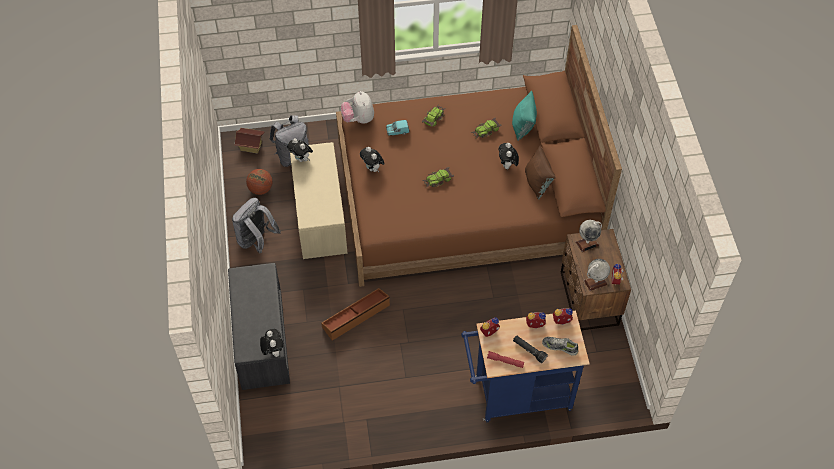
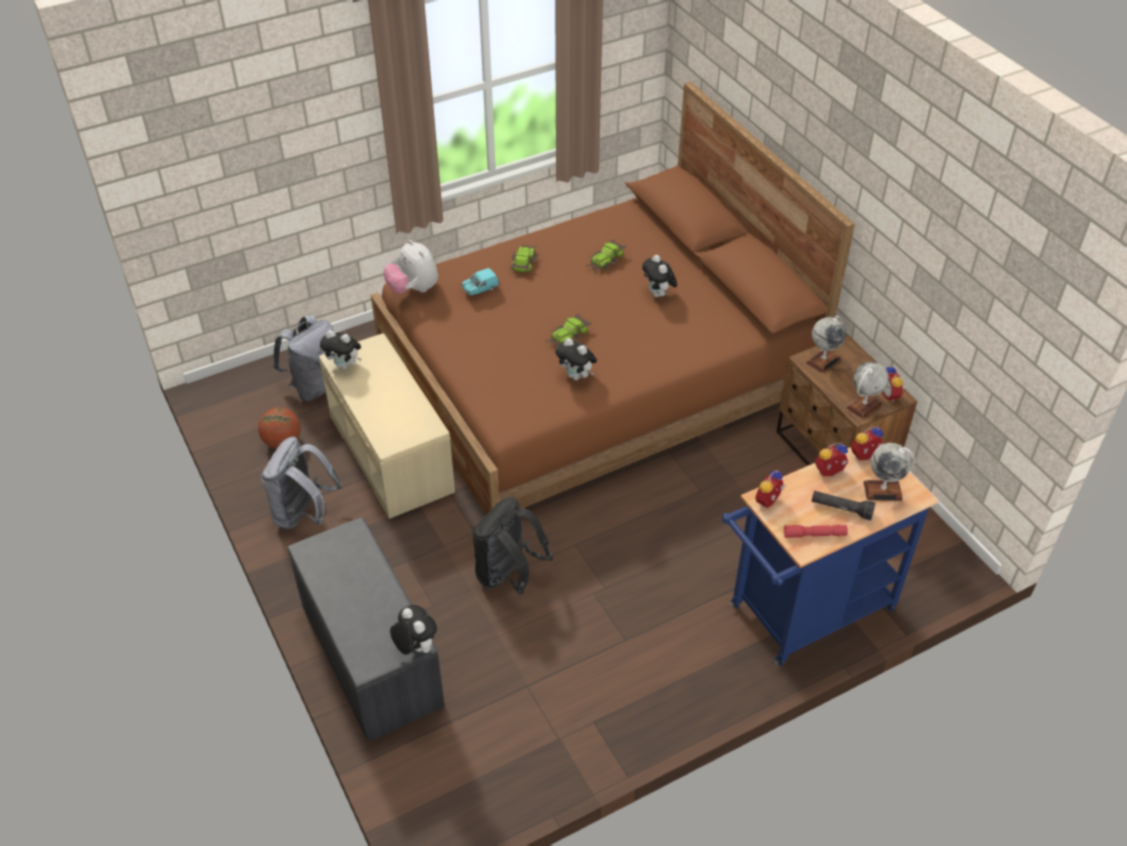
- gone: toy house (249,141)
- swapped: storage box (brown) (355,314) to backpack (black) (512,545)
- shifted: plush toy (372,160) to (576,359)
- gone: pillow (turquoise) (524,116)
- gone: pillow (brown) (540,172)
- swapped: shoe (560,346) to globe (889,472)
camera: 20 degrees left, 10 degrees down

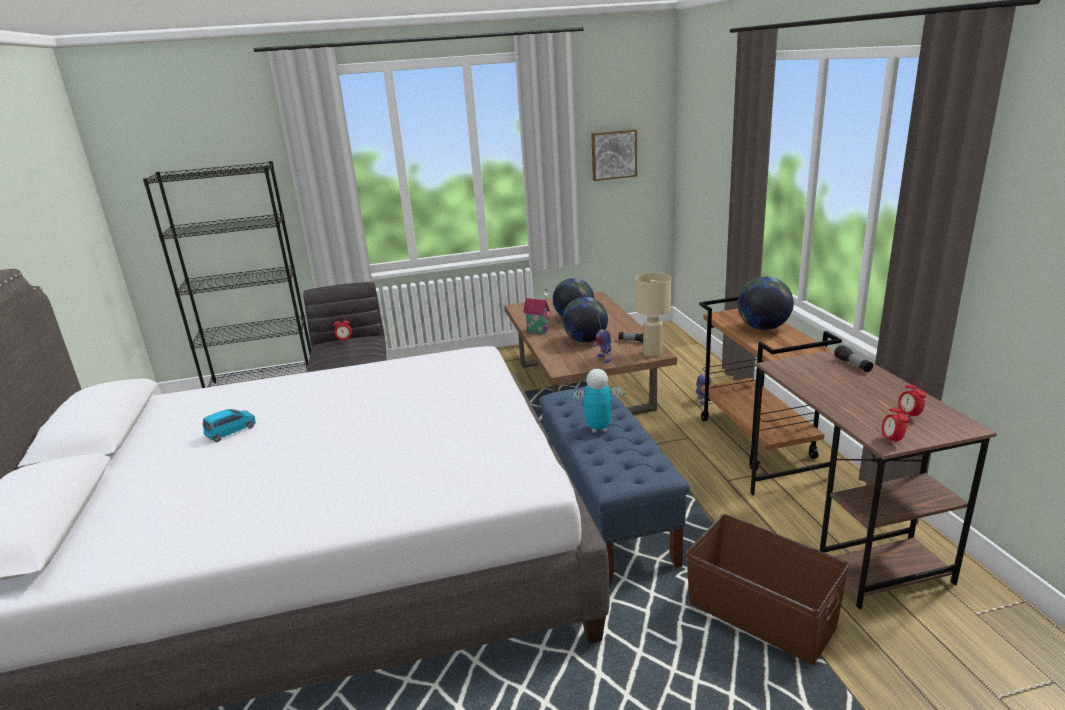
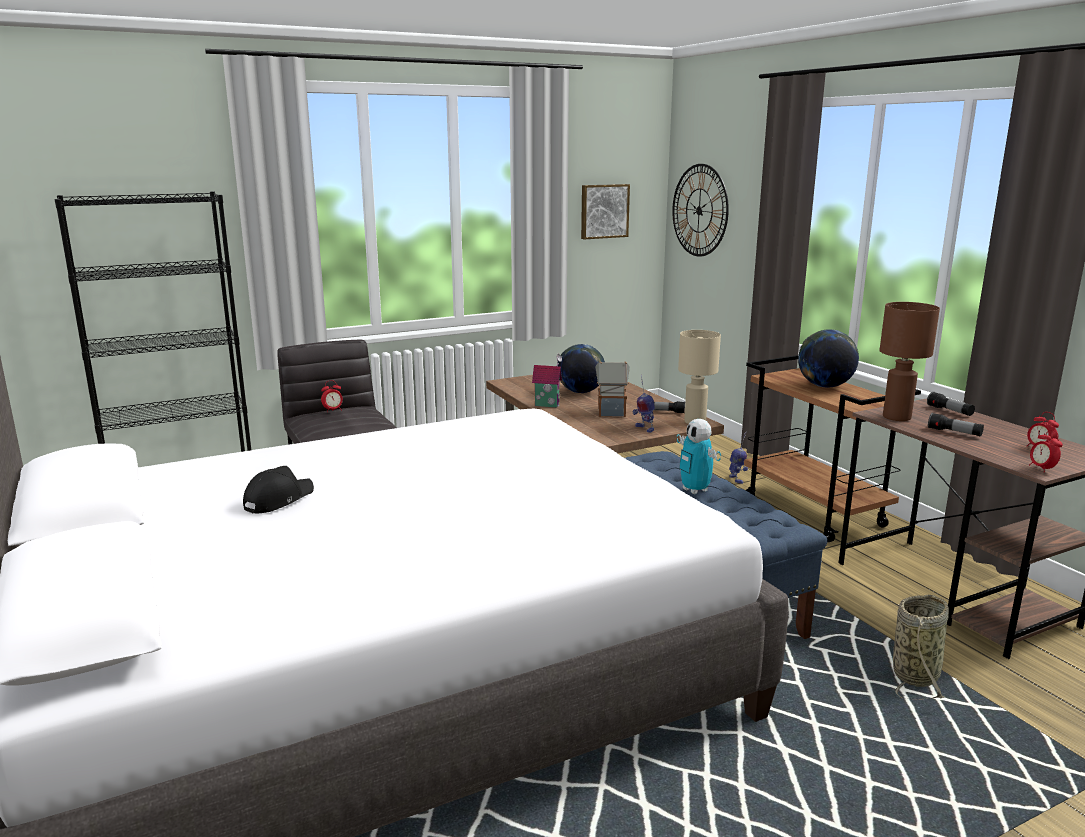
- swapped: toy car (blue) (229,425) to cap (black) (278,490)
- swapped: globe (585,320) to toy house (612,389)
- rotated: toy robot (597,400) = (699,456) 105 degrees counterclockwise
- swapped: storage box (brown) (768,589) to basket (921,647)
- new: wall clock (700,210)
- new: table lamp (brown) (909,361)
- new: flashlight (956,424)
camera: 15 degrees left, 5 degrees down

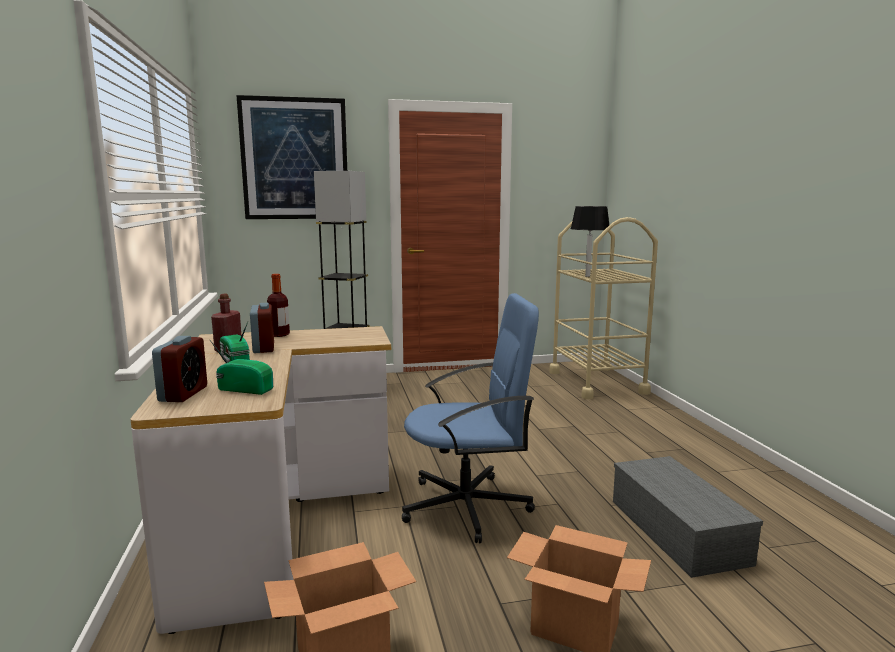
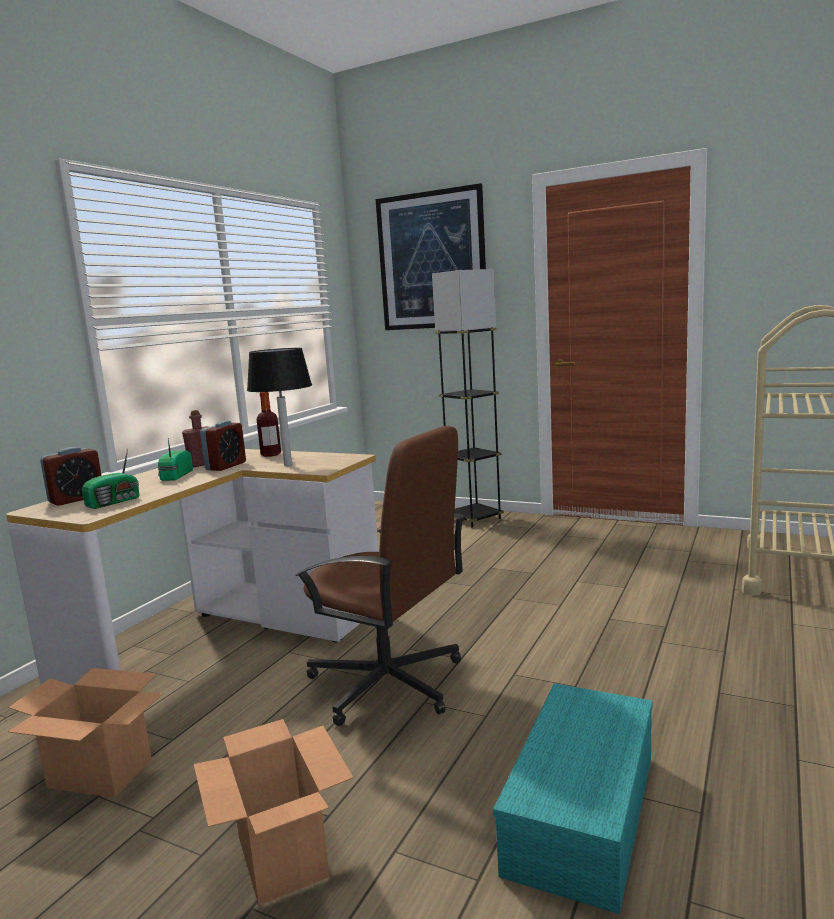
- rotated: radio (241,367) = (110,479) 75 degrees clockwise
- repainted: office chair (blue) (470,418) to office chair (brown) (379,576)
- shifted: table lamp (black) (590,241) to (279,407)
- repainted: storage box (grey) (688,517) to storage box (turquoise) (573,798)
camera: 40 degrees right, 0 degrees up

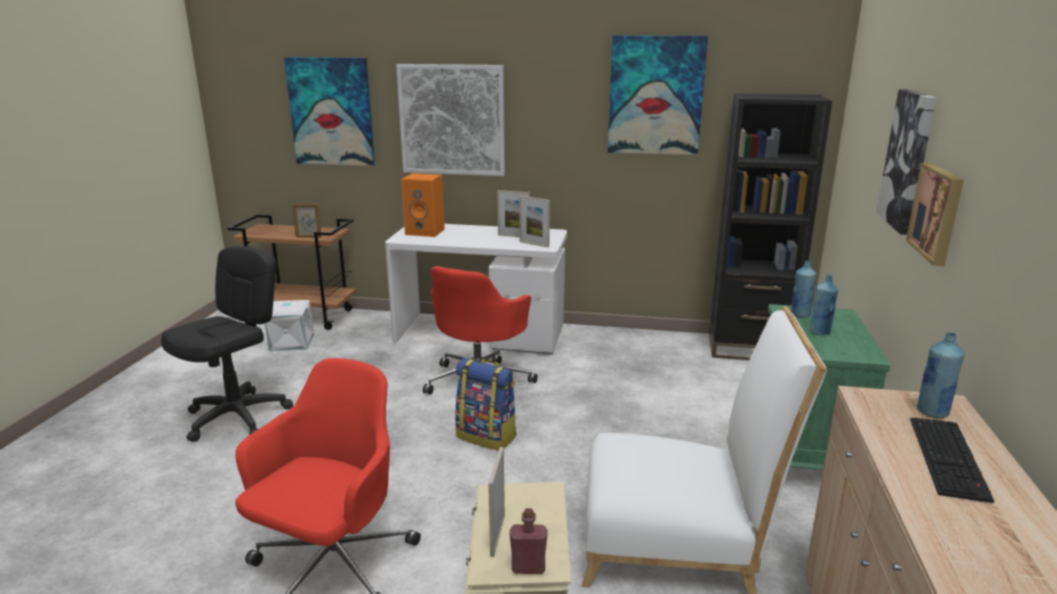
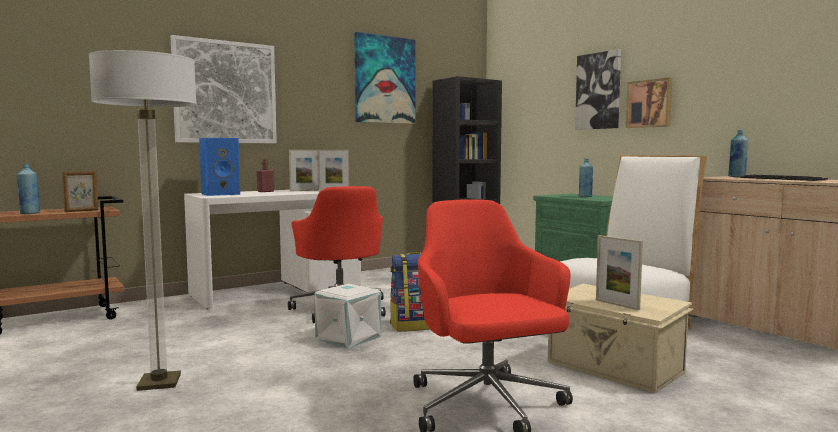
- swapped: office chair (black) (227,344) to floor lamp (143,220)
- shifted: storage box (white) (289,325) to (347,316)
- gone: picture (329,111)
- repainted: speaker (orange) (423,205) to speaker (blue) (219,167)
- shifted: bottle (red) (529,541) to (265,175)
- shifted: bottle (blue) (804,289) to (28,189)
camera: 45 degrees left, 15 degrees down

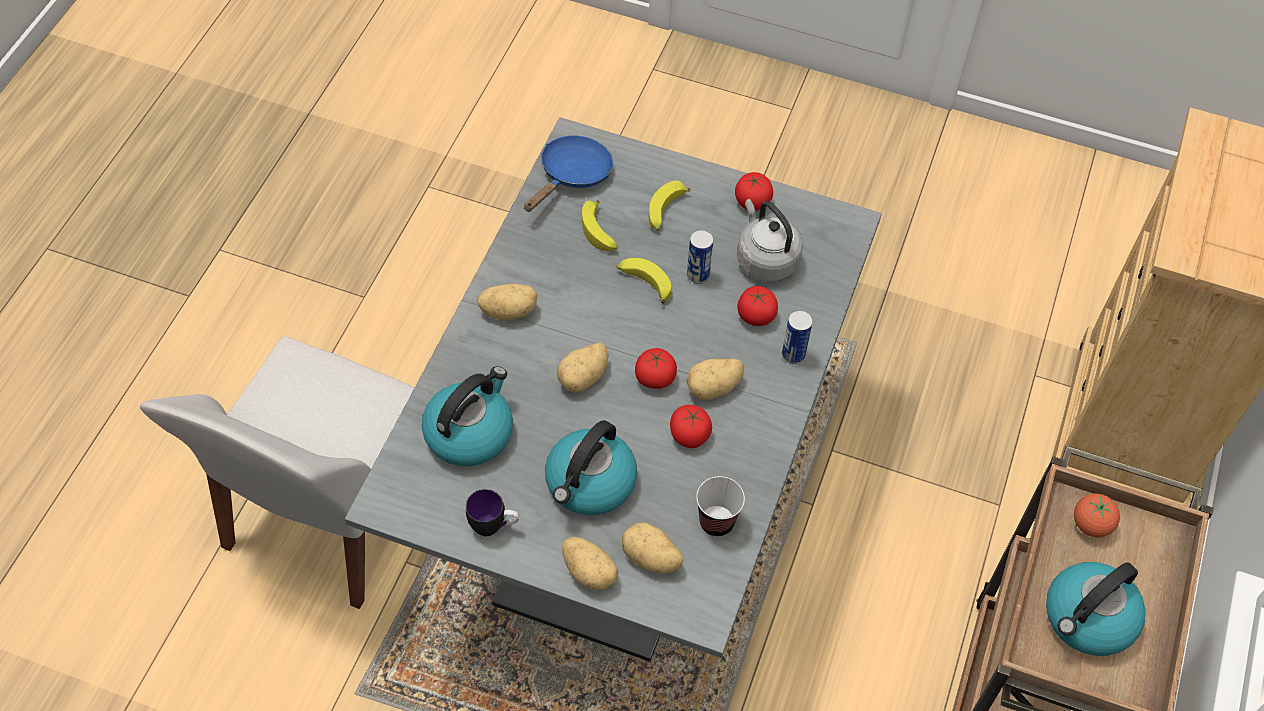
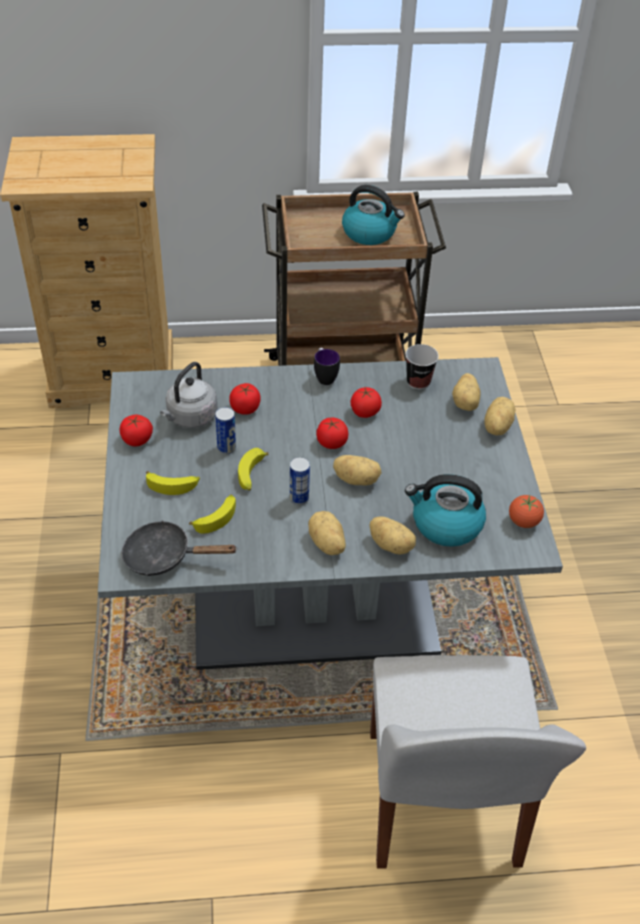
- rotated: chair (white) (277,472) = (478,762) 90 degrees clockwise
- shifted: mug (492,512) to (327,366)
- repainted: frying pan (blue) (568,174) to frying pan (black) (179,548)
- gone: kettle (591,467)
- shifted: potato (715,379) to (392,535)
- shifted: can (797,337) to (300,481)
- shifted: tomato (1097,516) to (526,511)
camera: 115 degrees left, 10 degrees down

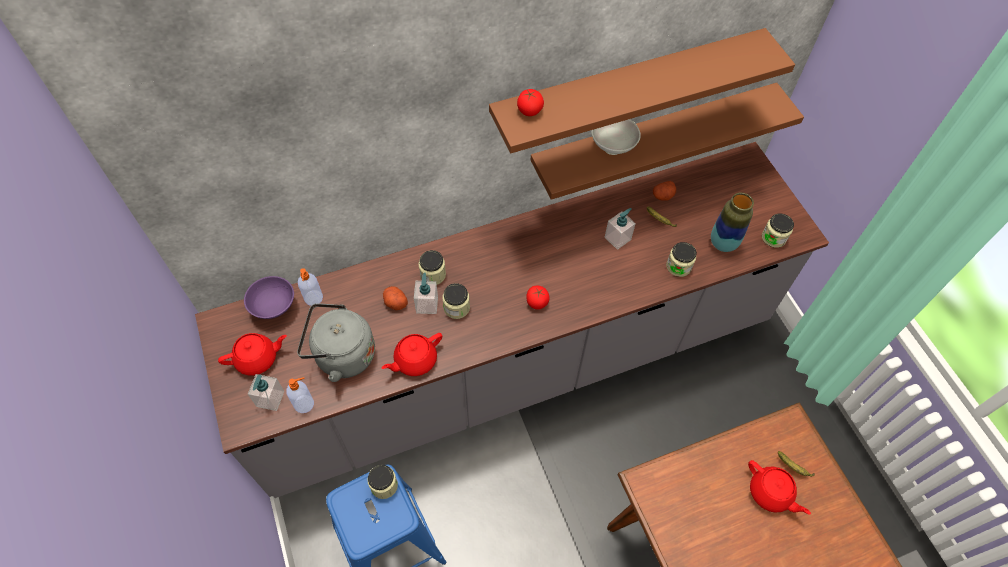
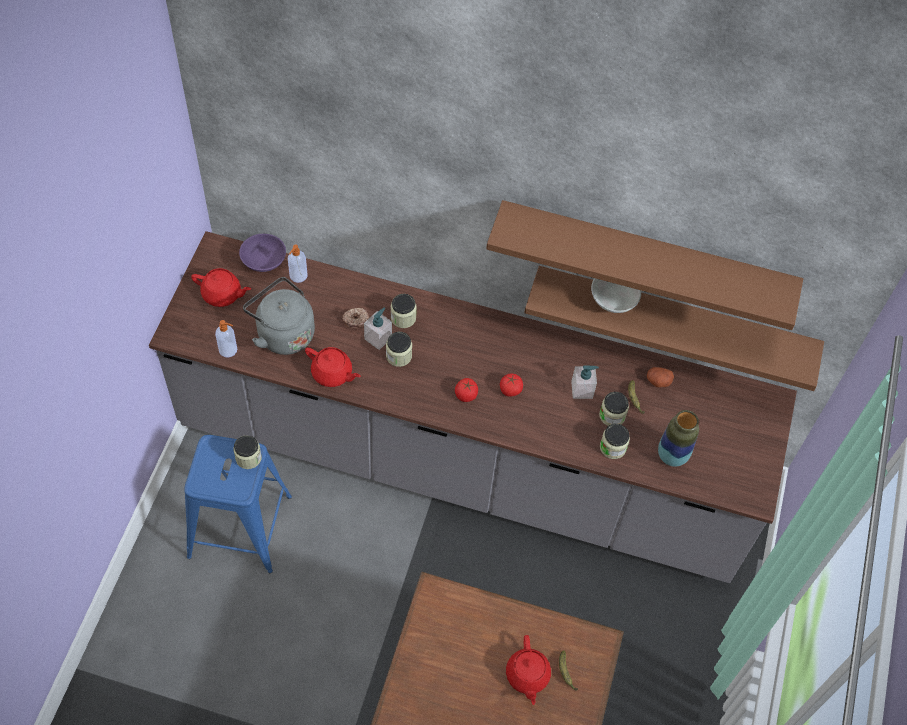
- gone: soap dispenser (266,392)
- rotated: teapot (red) (411,354) = (333,367) 150 degrees counterclockwise
- swapped: potato (395,298) to donut (355,318)
- shifted: tomato (530,102) to (511,385)
- shifted: jar (778,231) to (614,409)
camera: 35 degrees right, 0 degrees up

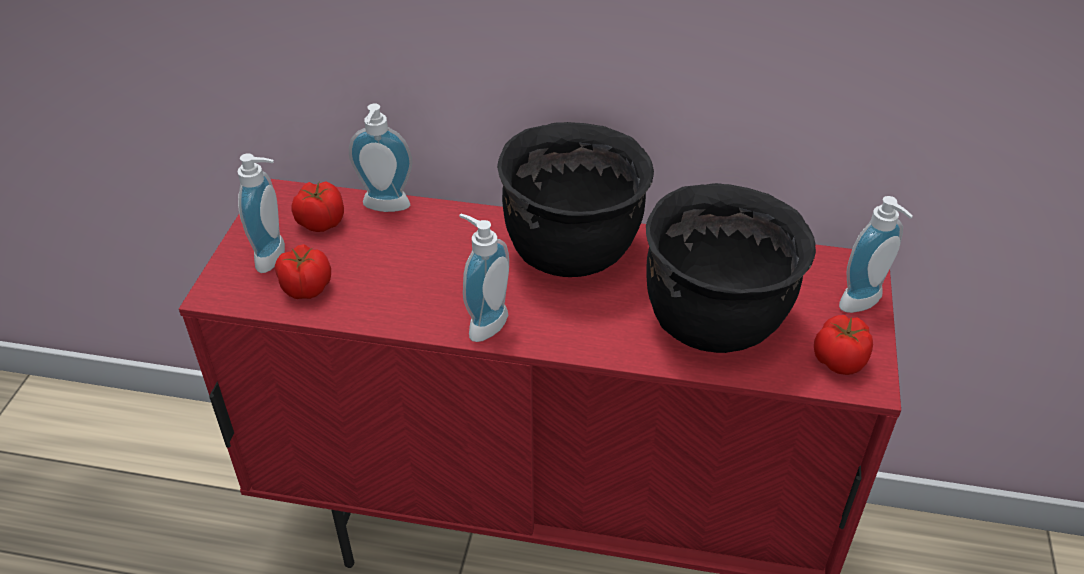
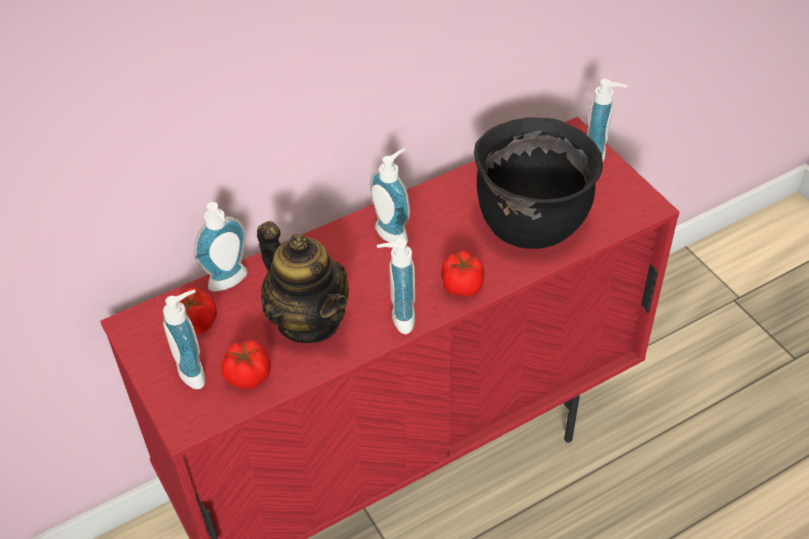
- swapped: cooking pot (black) (575,199) to soap dispenser (390,195)
- shifted: tomato (843,345) to (462,274)
- new: teapot (303,282)
camera: 40 degrees left, 5 degrees up

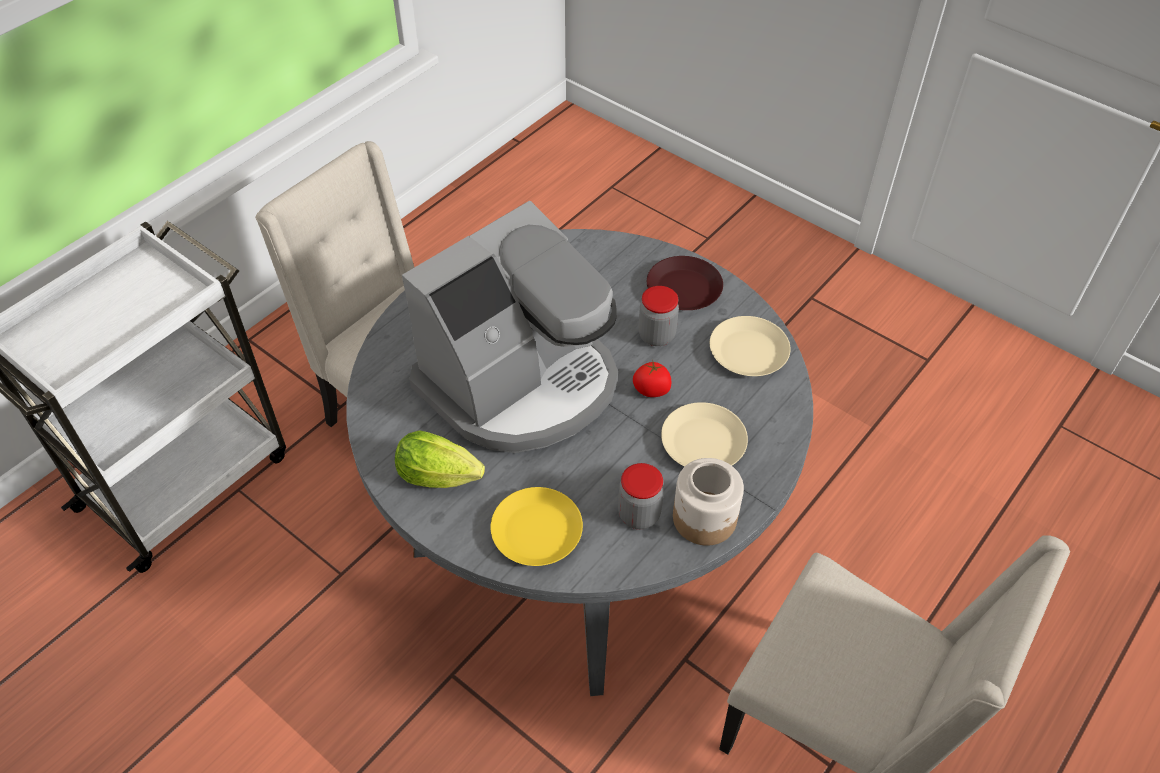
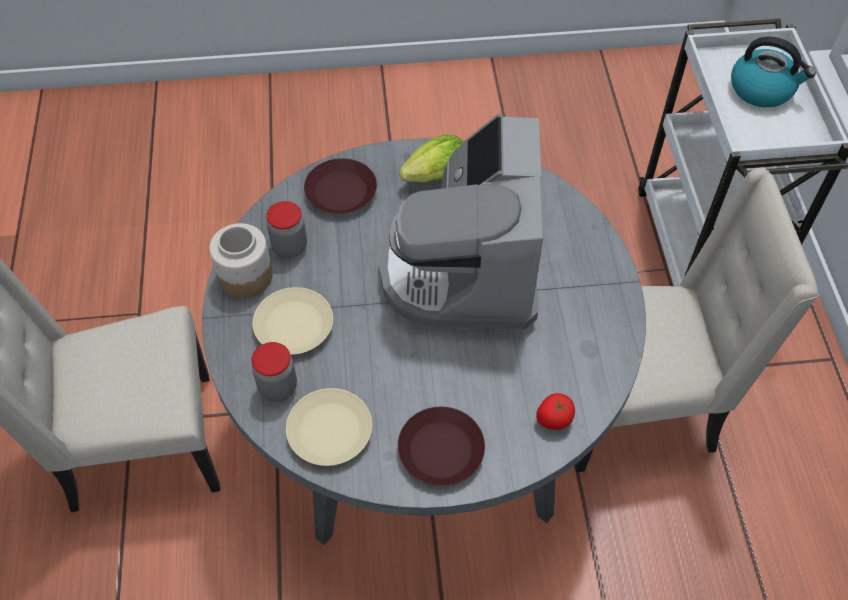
- repainted: plate (yellow) (537,526) to plate (brown) (340,186)
- shifted: tomato (652,378) to (555,411)
- shifted: jar (658,316) to (274,371)
- new: kettle (773,72)
camera: 135 degrees right, 5 degrees up

